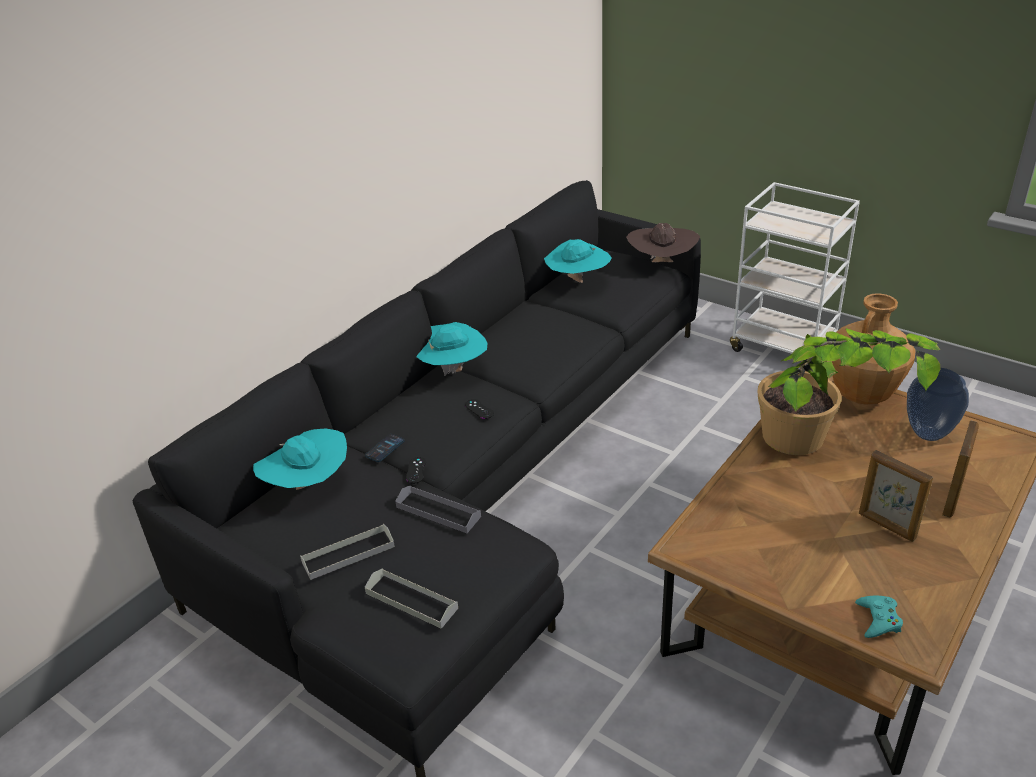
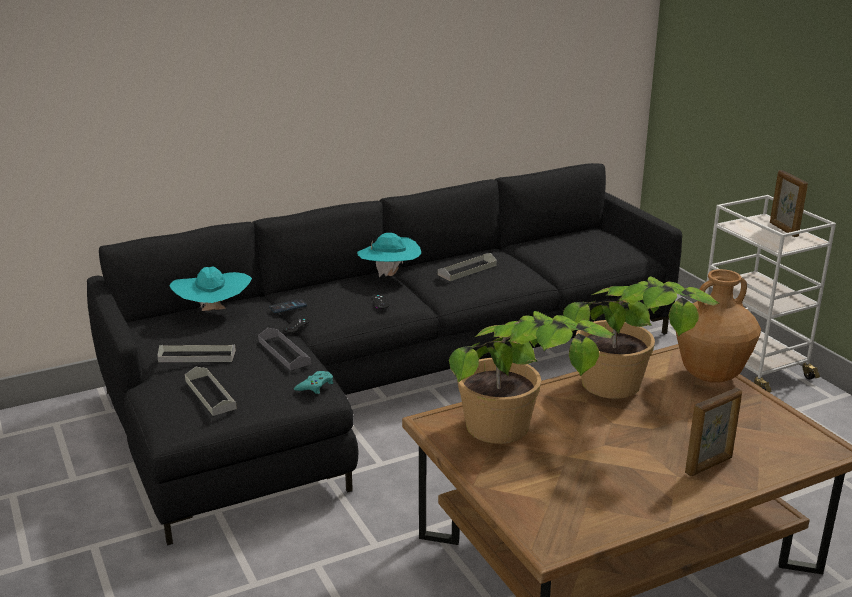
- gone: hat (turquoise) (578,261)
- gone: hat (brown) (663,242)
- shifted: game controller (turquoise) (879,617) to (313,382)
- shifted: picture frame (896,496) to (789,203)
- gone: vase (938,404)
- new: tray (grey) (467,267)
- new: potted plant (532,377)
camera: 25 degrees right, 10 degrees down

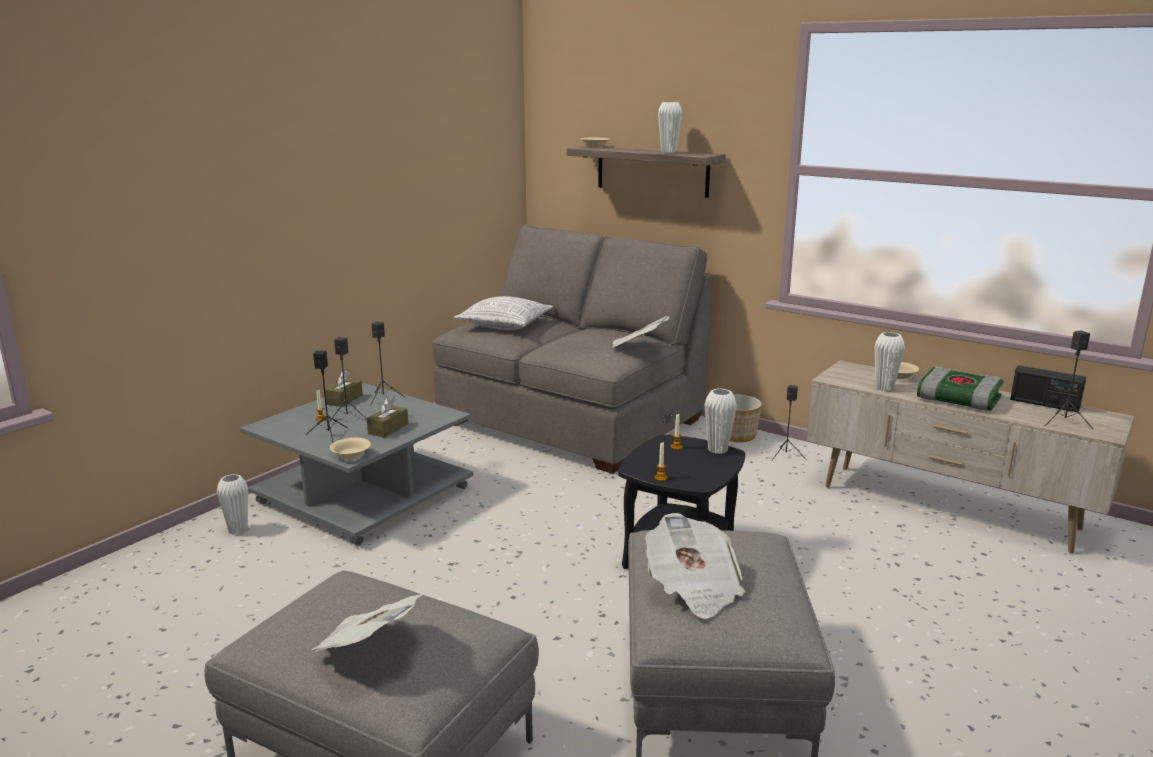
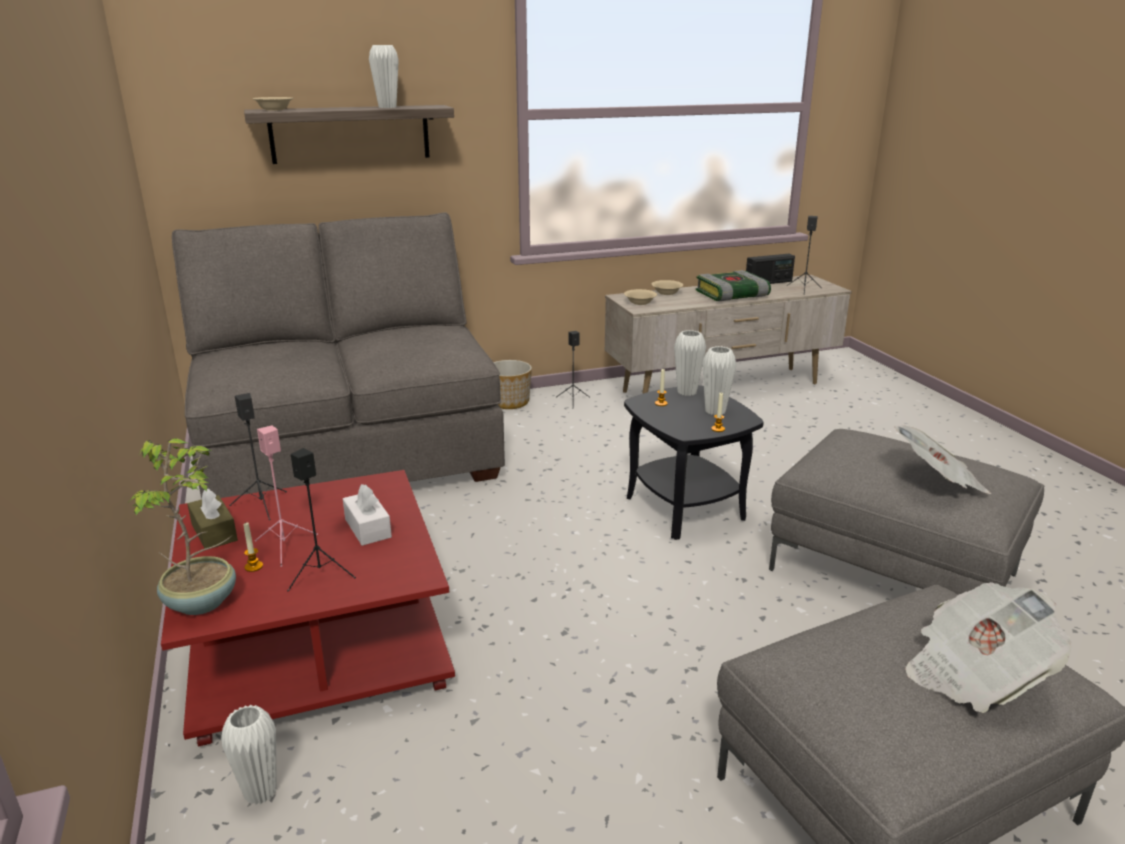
- repainted: coffee table (grey) (356,464) to coffee table (red) (308,608)
- repainted: speaker (black) (348,380) to speaker (pink) (286,496)
- shifted: bowl (beige) (350,449) to (640,297)
- repainted: tissue box (brown) (387,418) to tissue box (white) (367,515)
- gone: pillow (503,313)
- gone: newspaper (640,331)
- shifted: vase (white) (890,361) to (719,380)
- new: potted plant (181,526)
camera: 55 degrees left, 5 degrees up

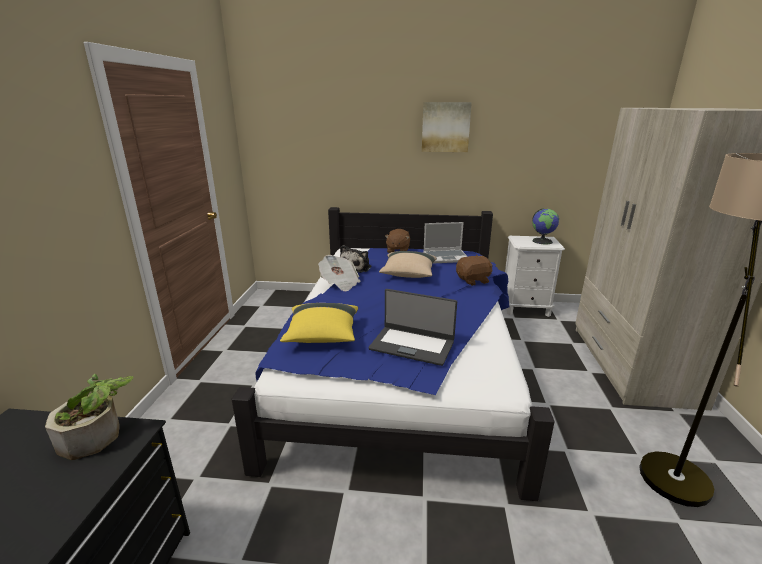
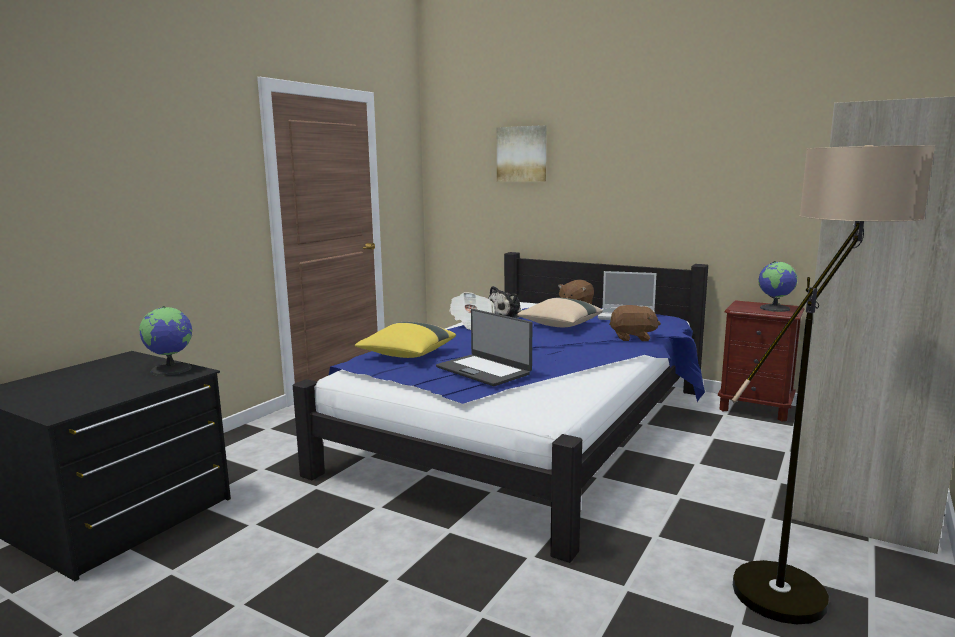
- swapped: potted plant (89,417) to globe (165,341)
- shifted: picture (447,127) to (522,153)
- repainted: nightstand (white) (535,276) to nightstand (brown) (761,361)
camera: 25 degrees right, 10 degrees down

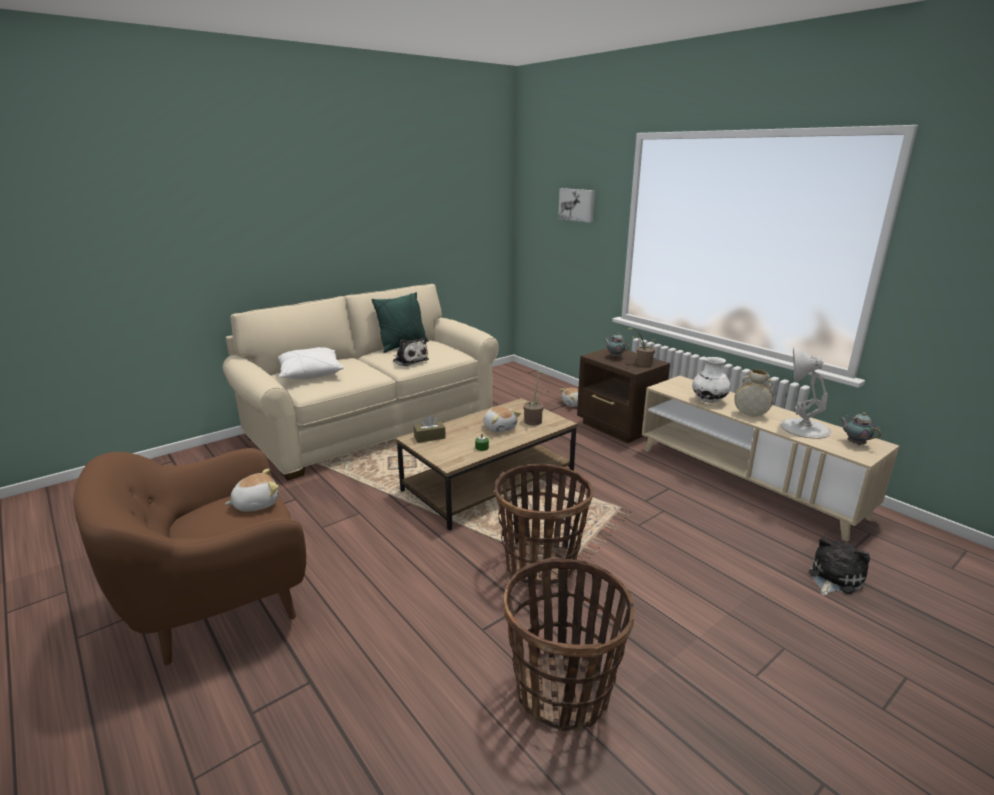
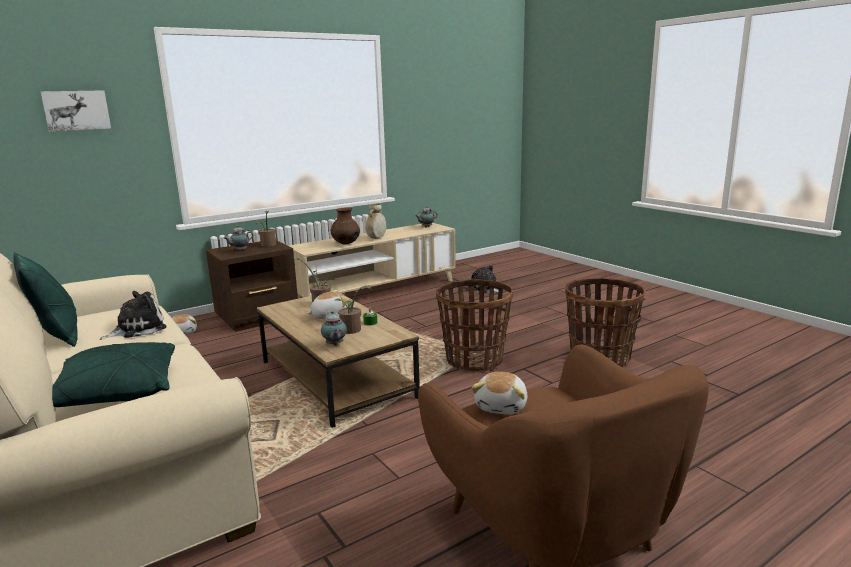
- rotated: plush toy (252,490) = (499,393) 135 degrees counterclockwise
- repainted: pillow (white) (311,363) to pillow (green) (113,374)
- swapped: tissue box (brown) (430,429) to teapot (334,328)
- repainted: vase (white) (711,380) to vase (brown) (345,225)
- gone: table lamp (white) (805,393)
- new: potted plant (353,309)
camera: 85 degrees left, 5 degrees down

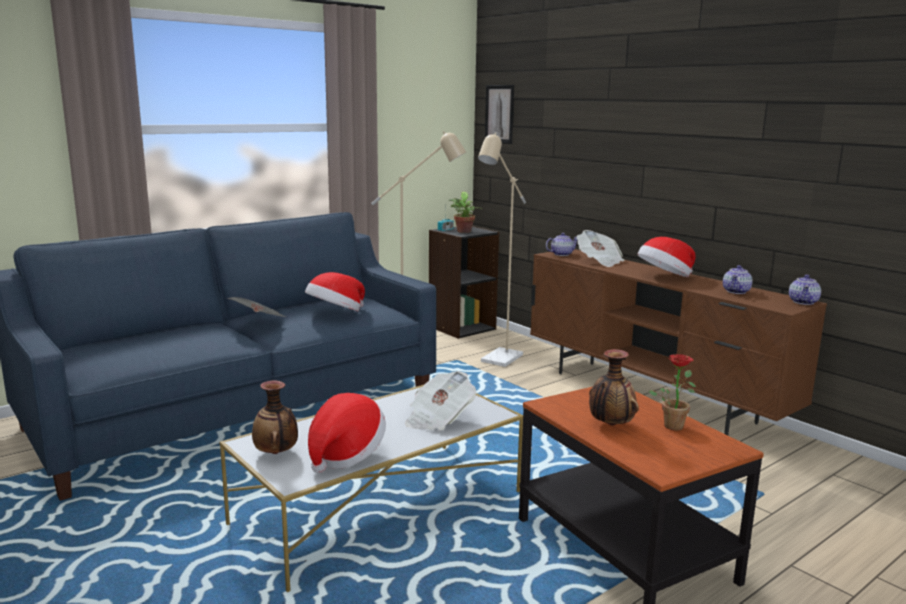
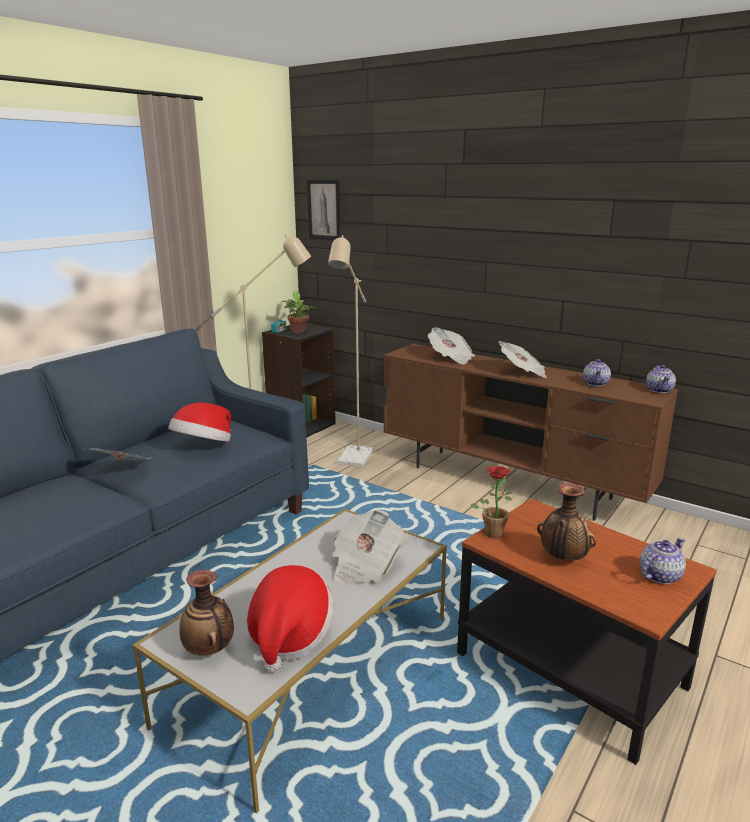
- shifted: teapot (561,244) to (663,561)
- swapped: hat (666,257) to newspaper (522,359)
- shifted: potted plant (672,392) to (491,502)
camera: 15 degrees left, 5 degrees up

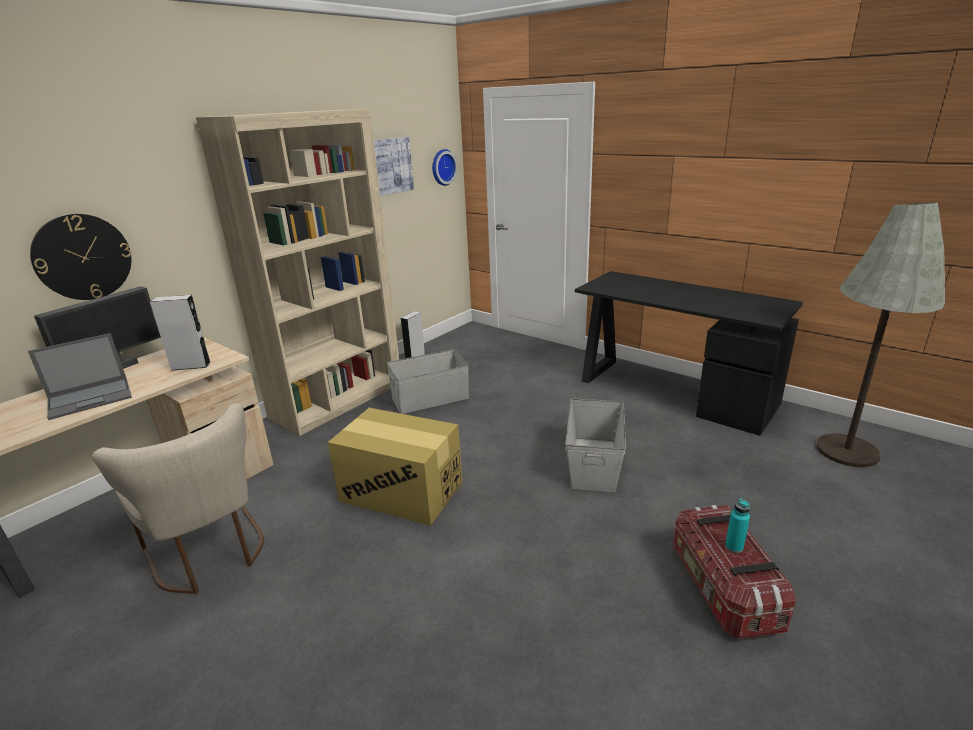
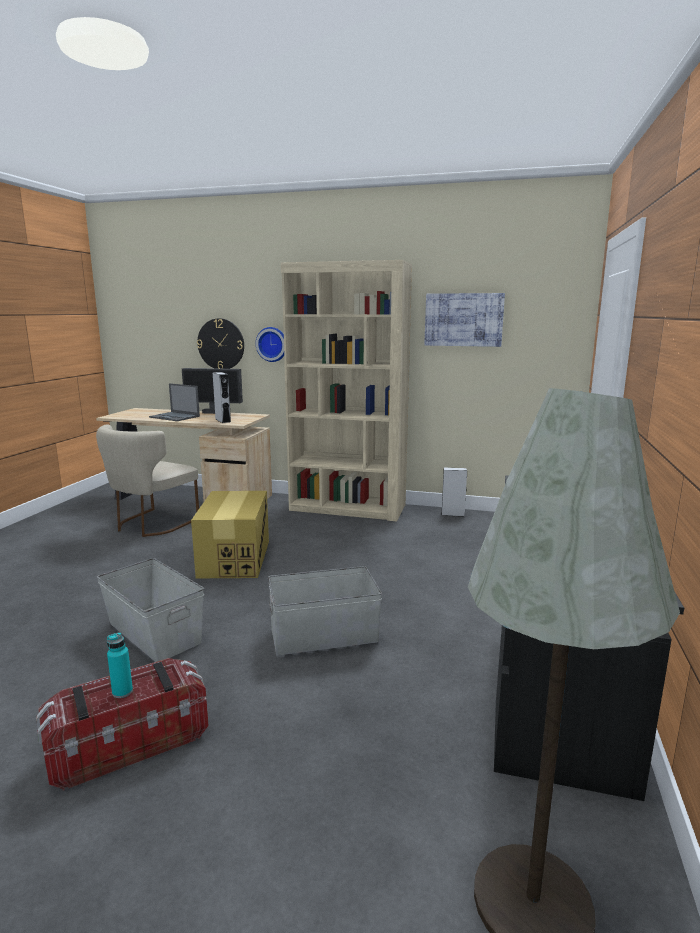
- shifted: storage box (grey) (428,381) to (150,610)
- shifted: wall clock (445,167) to (270,344)
camera: 65 degrees right, 10 degrees down

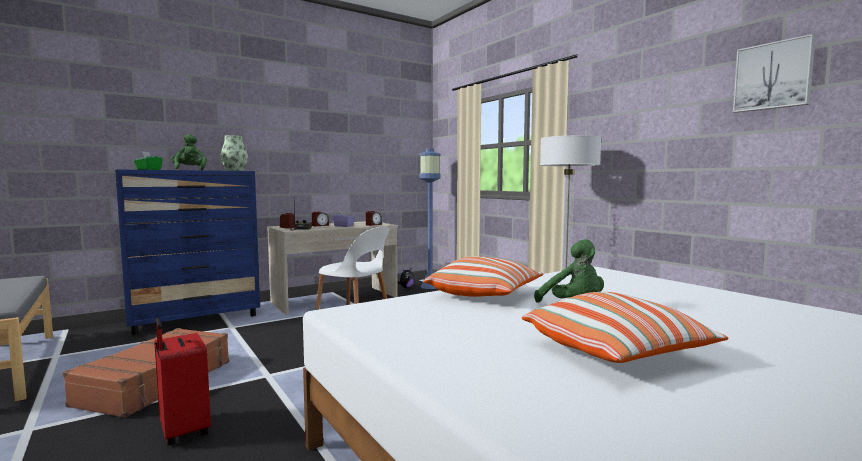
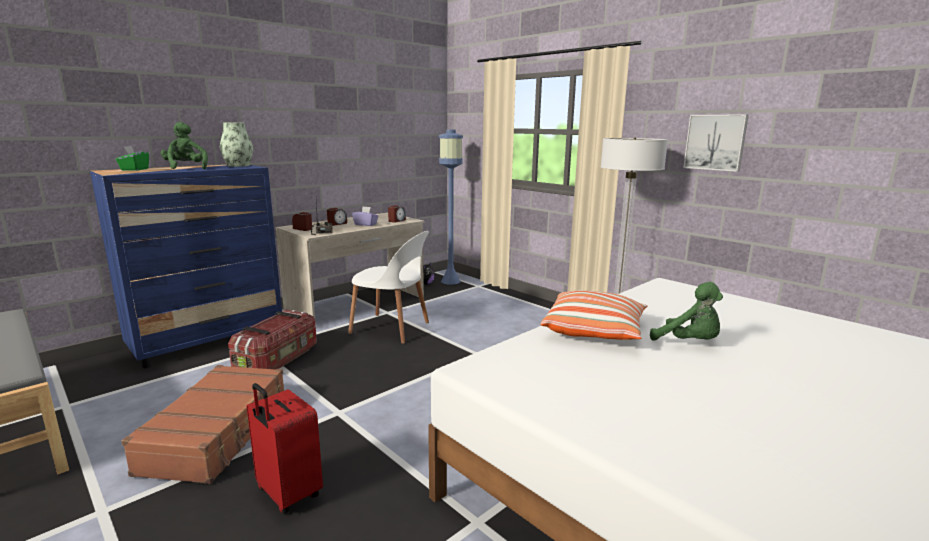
- gone: pillow (625,327)
- shifted: picture (774,73) to (716,143)
- new: storage box (272,340)
camera: 10 degrees left, 10 degrees up

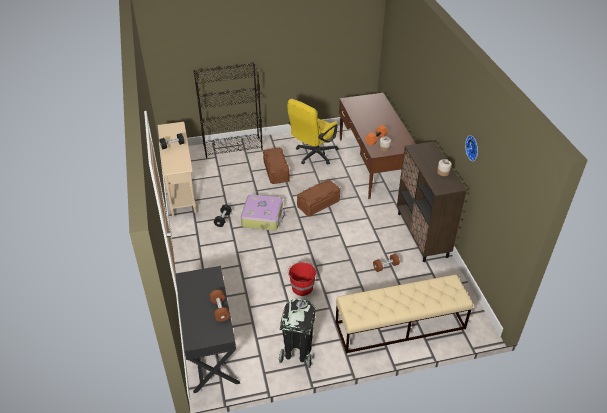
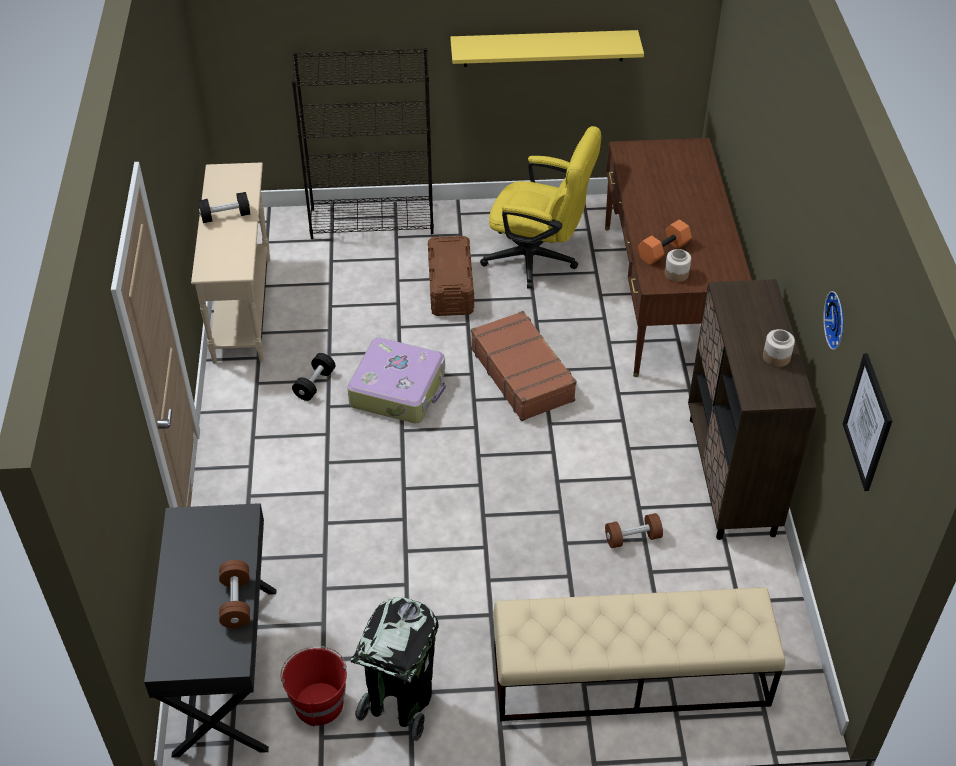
- rotated: office chair (yellow) (313,132) = (541,207) 120 degrees counterclockwise
- shifted: bucket (red) (302,279) to (314,686)
- swapped: storage box (brown) (318,198) to suitcase (brown) (524,366)
- new: shelf (yellow) (547,48)
- new: picture (867,422)
camera: 10 degrees right, 5 degrees up

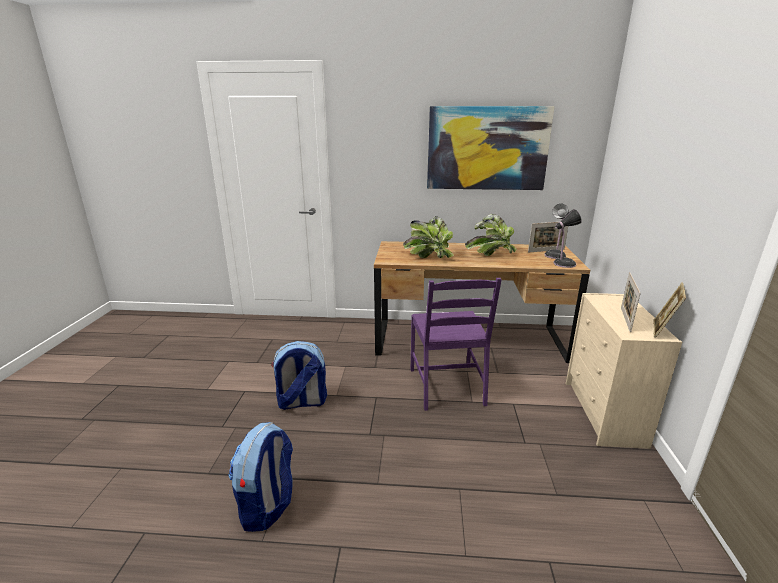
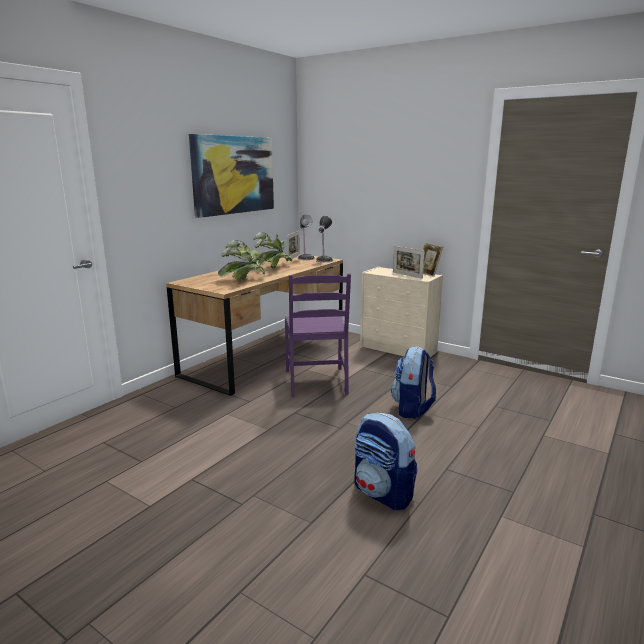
- shifted: backpack (299,375) to (413,382)
- rotated: chair (purple) (456,344) = (318,335) 60 degrees clockwise
camera: 60 degrees left, 5 degrees down

